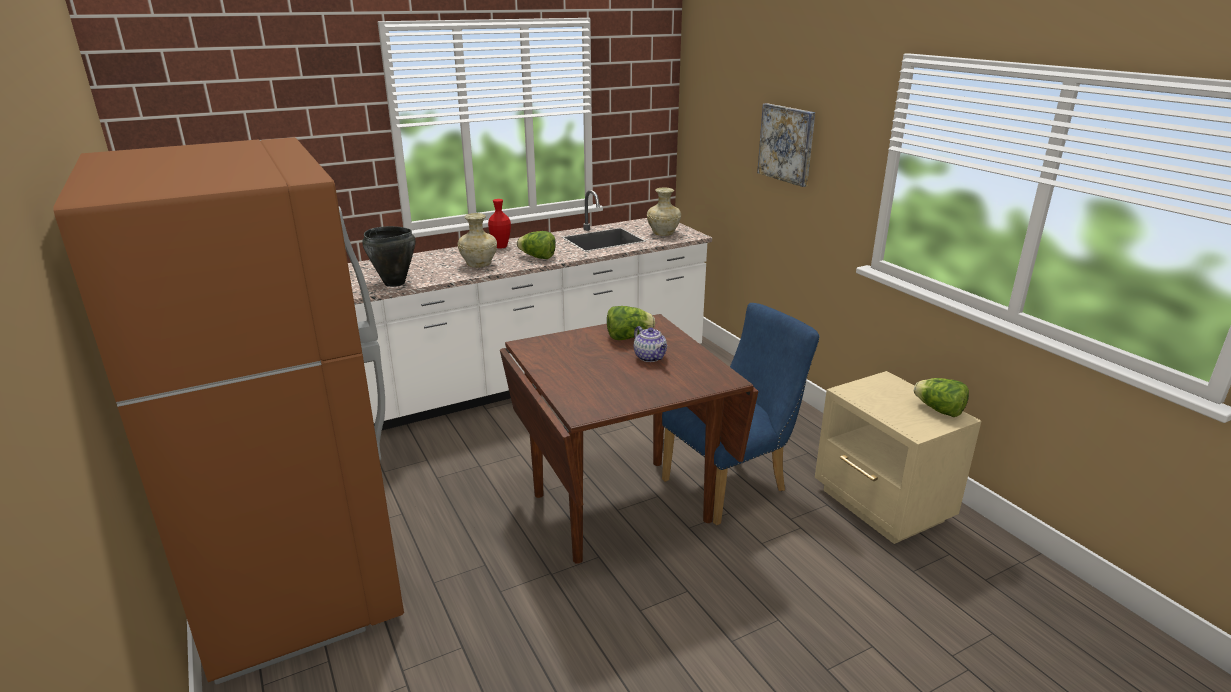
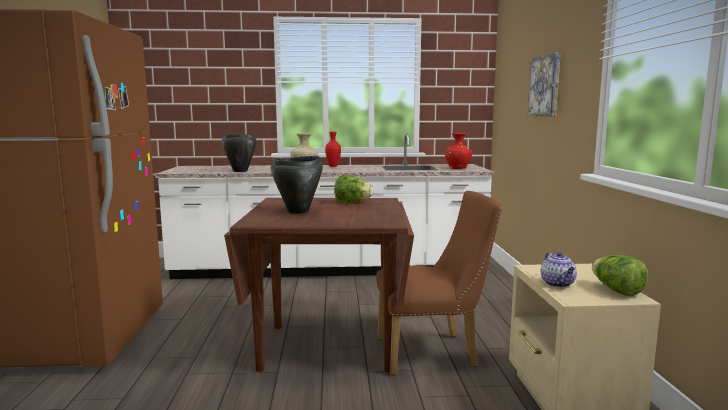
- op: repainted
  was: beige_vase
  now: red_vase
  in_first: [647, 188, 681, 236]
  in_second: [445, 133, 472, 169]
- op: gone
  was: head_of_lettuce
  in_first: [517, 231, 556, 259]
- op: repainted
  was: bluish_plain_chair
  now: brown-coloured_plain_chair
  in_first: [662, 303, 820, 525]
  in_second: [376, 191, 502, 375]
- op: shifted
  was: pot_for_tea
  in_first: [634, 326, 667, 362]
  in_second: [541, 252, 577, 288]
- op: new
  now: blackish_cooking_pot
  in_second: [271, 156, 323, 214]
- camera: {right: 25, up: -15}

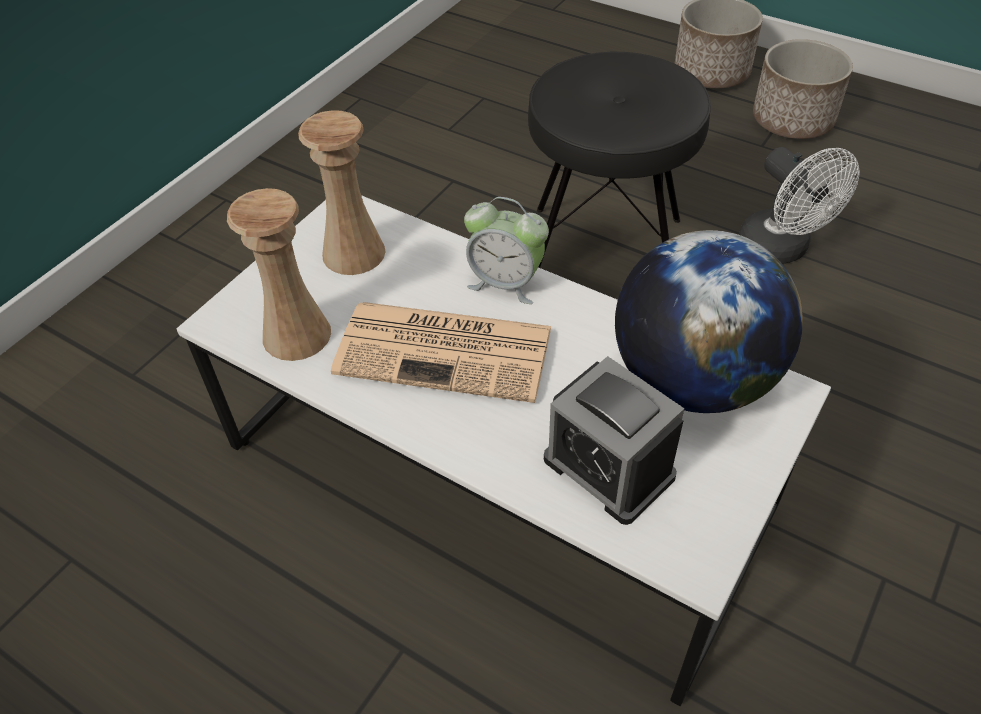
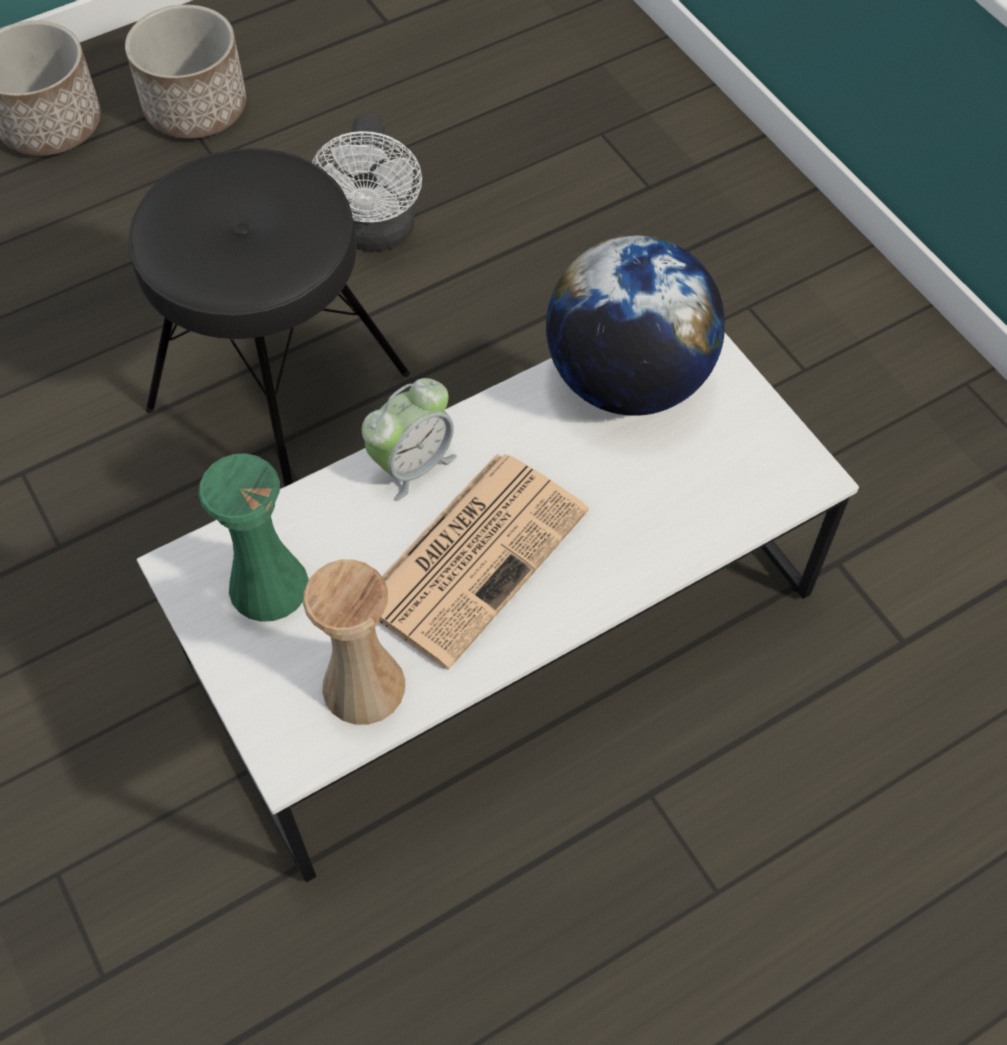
- op: repainted
  was: beige_vase
  now: green_vase
  in_first: [298, 110, 386, 275]
  in_second: [198, 453, 309, 622]
- op: rotated
  was: white-coloured_electric_fan
  in_first: [739, 147, 860, 264]
  in_second: [312, 114, 422, 251]
  clockwise: 90
- op: gone
  was: alarm_clock
  in_first: [544, 356, 684, 525]
- camera: {right: -65, up: 10}

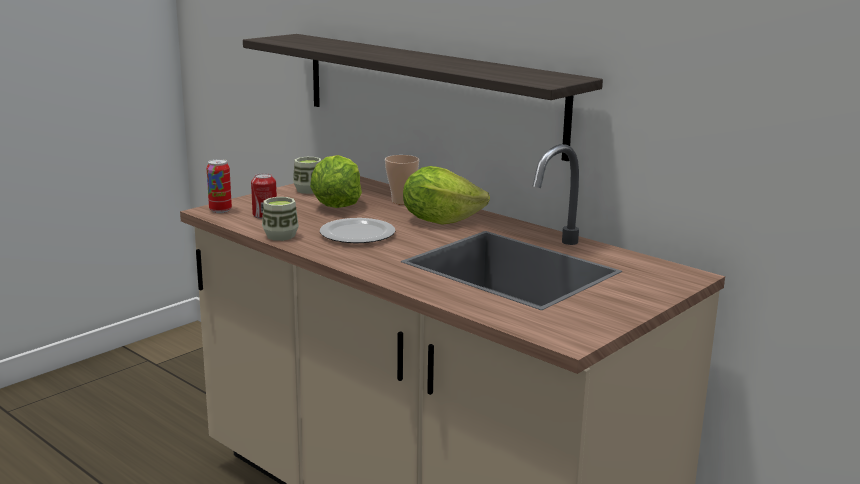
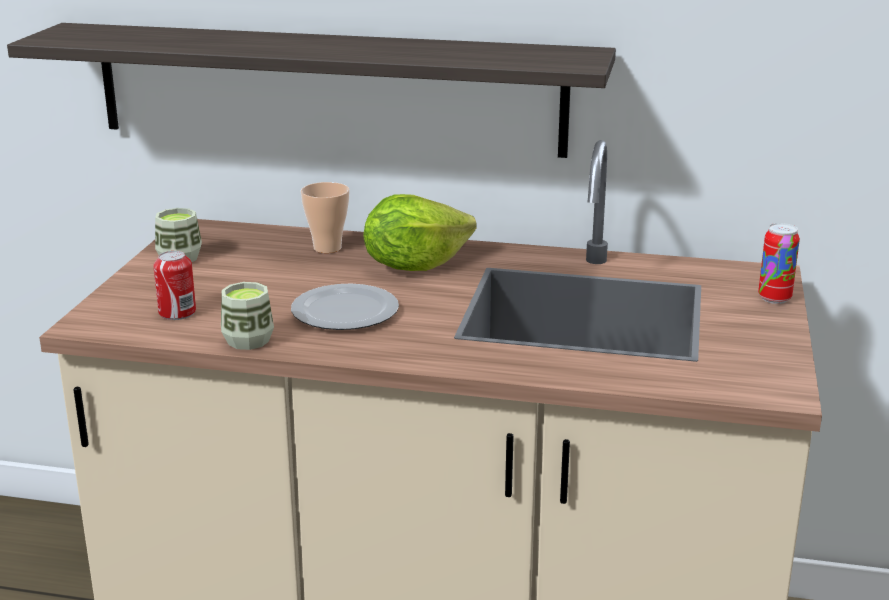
- op: gone
  was: head_of_lettuce
  in_first: [310, 155, 362, 208]
- op: shifted
  was: metal_can
  in_first: [207, 159, 232, 213]
  in_second: [758, 223, 800, 304]
- camera: {right: -30, up: 5}

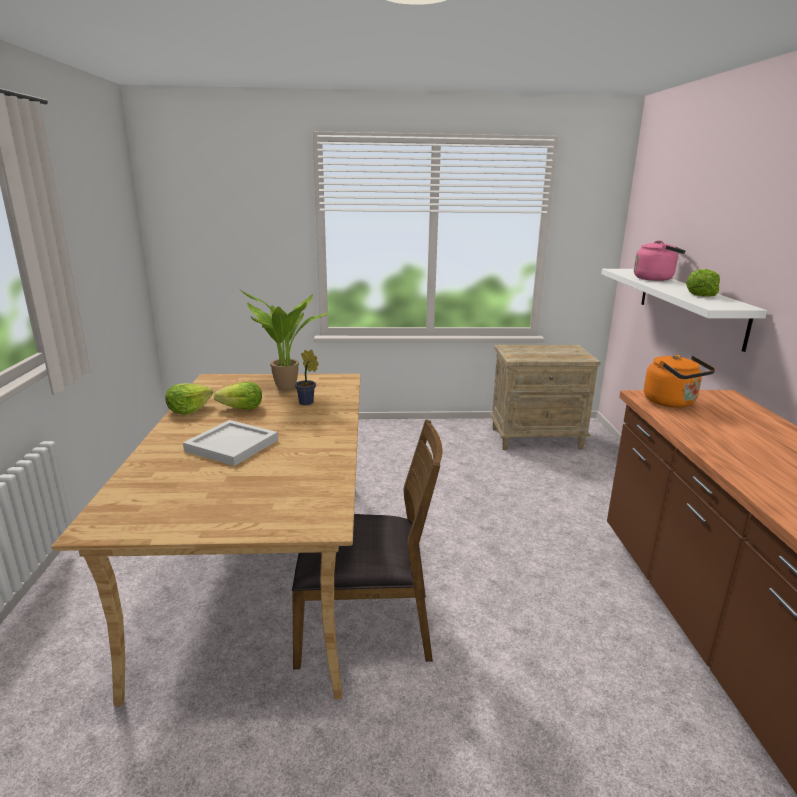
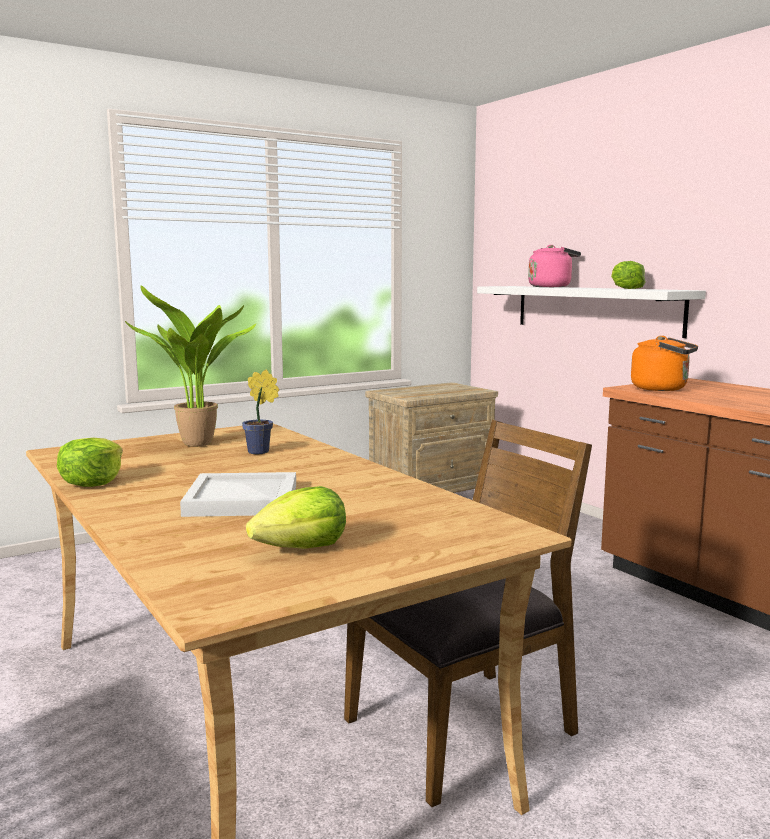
- op: shifted
  was: head_of_lettuce
  in_first: [214, 382, 262, 410]
  in_second: [246, 486, 346, 549]
- camera: {right: -30, up: -10}

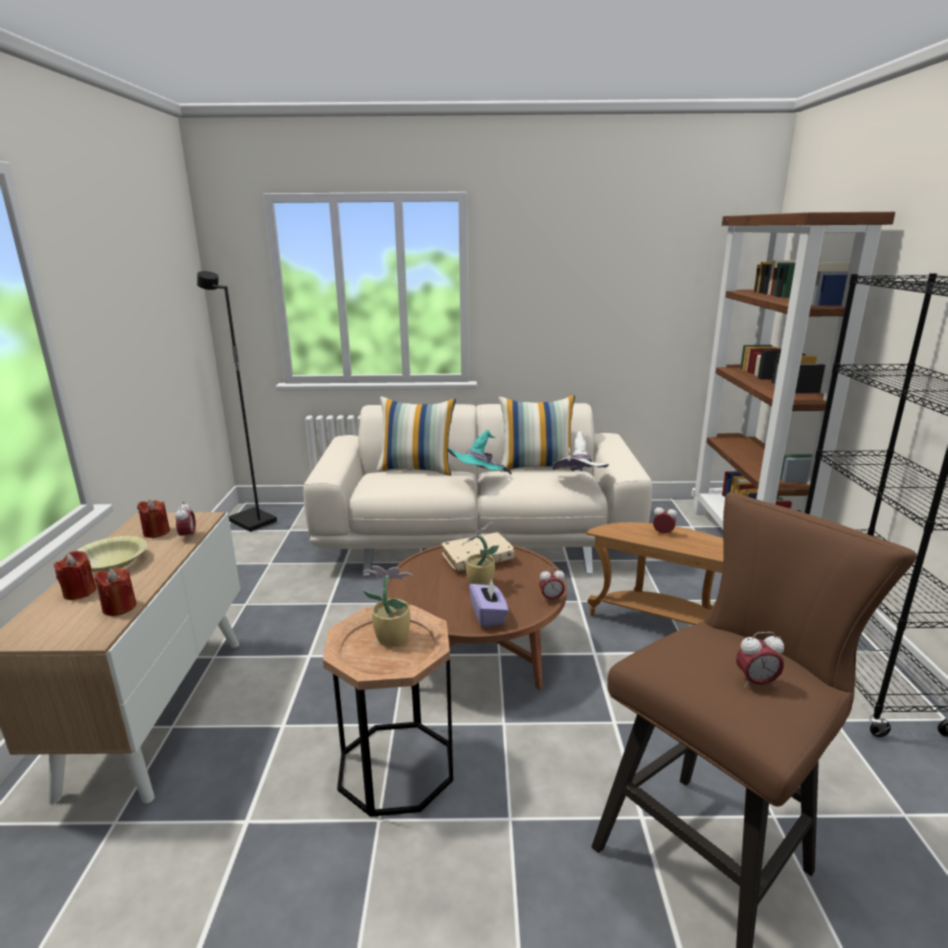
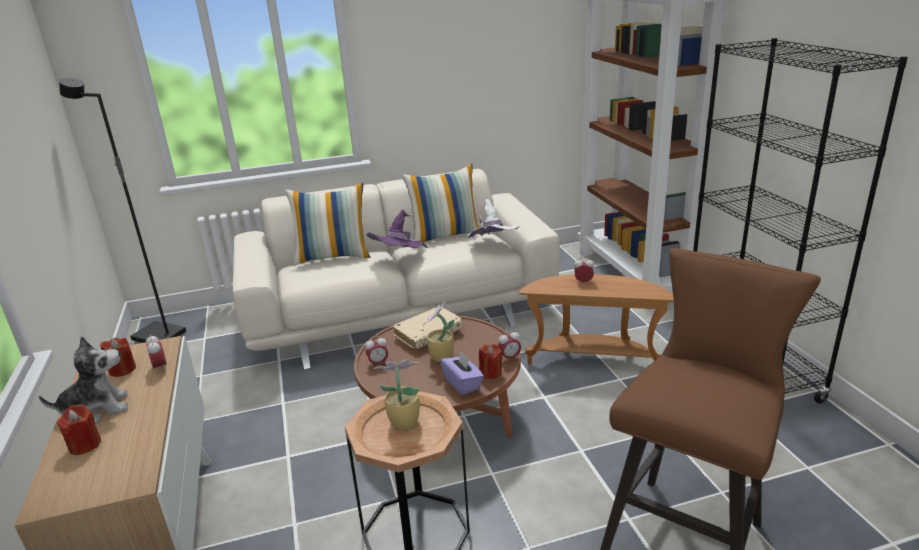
- op: repainted
  was: turquoise-coloured_wearable_hat
  now: purple_wearable_hat
  in_first: [447, 430, 512, 475]
  in_second: [366, 209, 428, 248]
- op: swapped
  was: yellowish_bowl
  now: plush_toy
  in_first: [76, 536, 147, 572]
  in_second: [39, 336, 128, 424]
- op: shifted
  was: red_wax_candle
  in_first: [94, 568, 137, 616]
  in_second: [479, 344, 503, 379]
- op: shifted
  was: alarm_clock
  in_first: [736, 632, 784, 688]
  in_second: [365, 336, 388, 367]
- camera: {right: -15, up: 5}

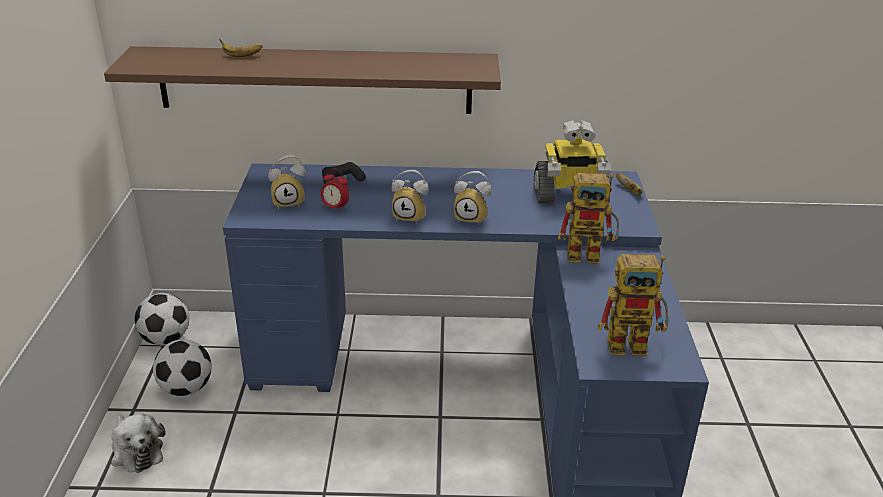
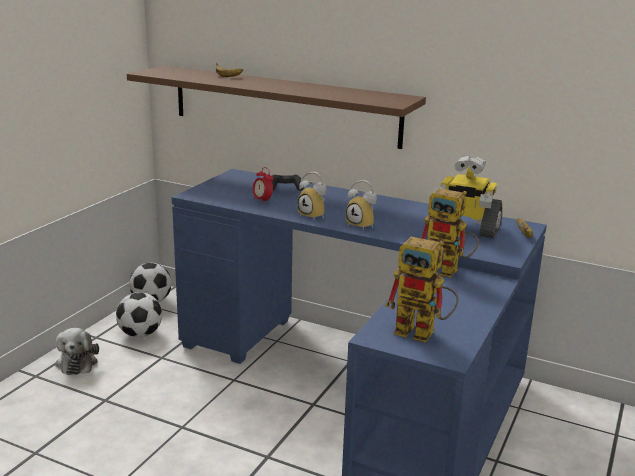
- op: gone
  was: alarm_clock
  in_first: [268, 155, 306, 209]
- camera: {right: 25, up: -10}

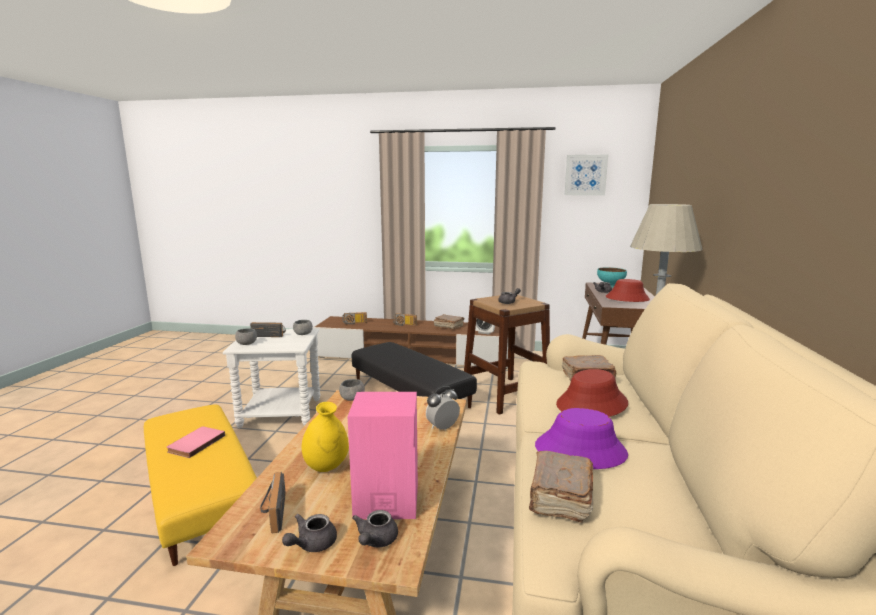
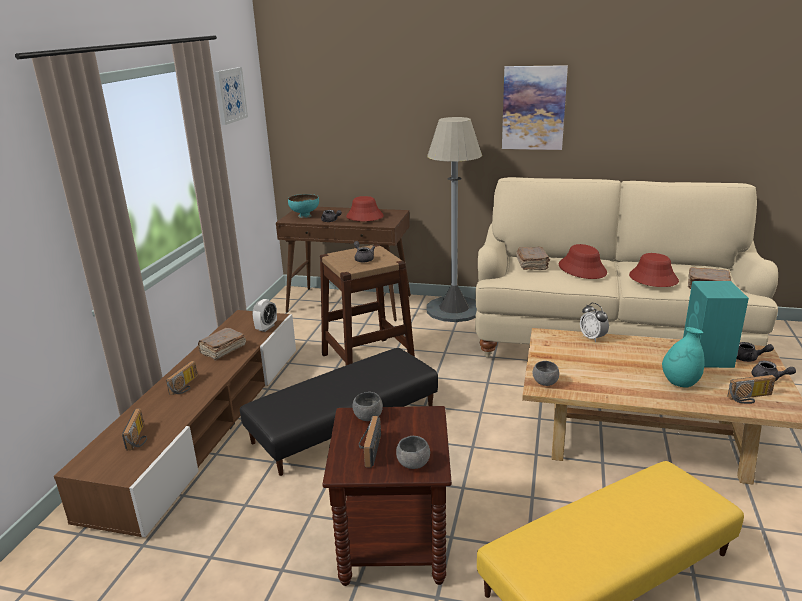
- op: repainted
  was: white-coloured_accent_table
  now: brown-coloured_accent_table
  in_first: [223, 329, 321, 428]
  in_second: [322, 406, 452, 586]
- op: repainted
  was: pinkish_speaker
  now: turquoise-coloured_speaker
  in_first: [347, 392, 418, 519]
  in_second: [683, 281, 749, 368]
- op: repainted
  was: yellowish_vase
  now: turquoise-coloured_vase
  in_first: [302, 402, 349, 472]
  in_second: [662, 327, 704, 388]
- op: repainted
  was: purple_wearable_hat
  now: red_wearable_hat
  in_first: [535, 408, 628, 469]
  in_second: [629, 253, 679, 287]
- op: gone
  was: pinkish_bound_book
  in_first: [166, 427, 225, 458]
- op: new
  now: wall_picture
  in_second: [502, 65, 568, 150]
- camera: {right: -85, up: 10}

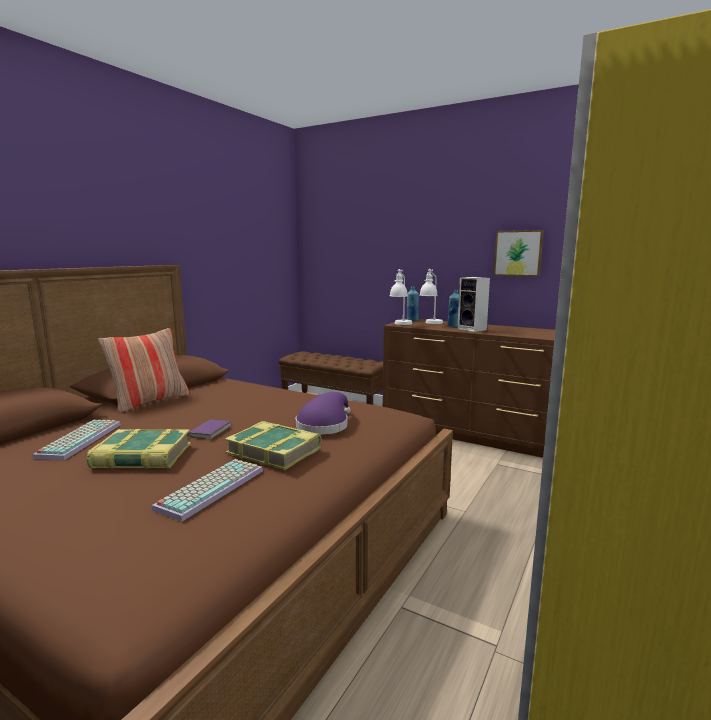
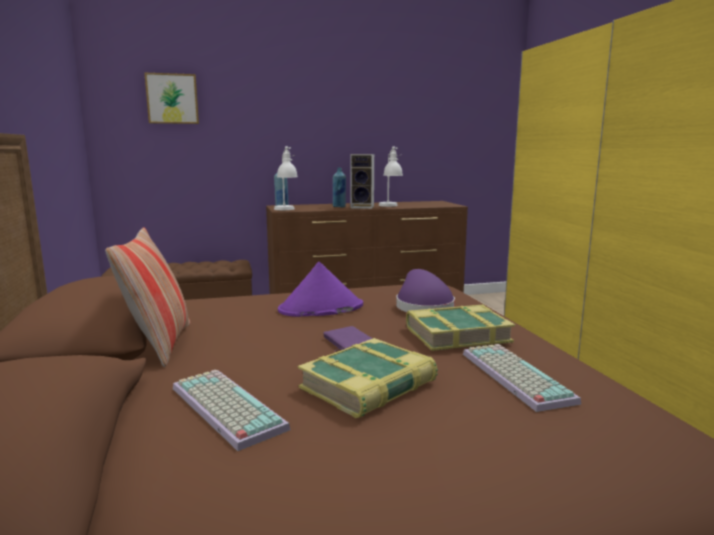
- op: shifted
  was: wall_picture
  in_first: [494, 230, 544, 277]
  in_second: [144, 73, 199, 124]
- op: shifted
  was: white-coloured_table_lamp
  in_first: [420, 269, 443, 324]
  in_second: [378, 146, 403, 207]
- op: new
  now: purple_wearable_hat
  in_second: [278, 262, 363, 317]
- camera: {right: -45, up: 0}

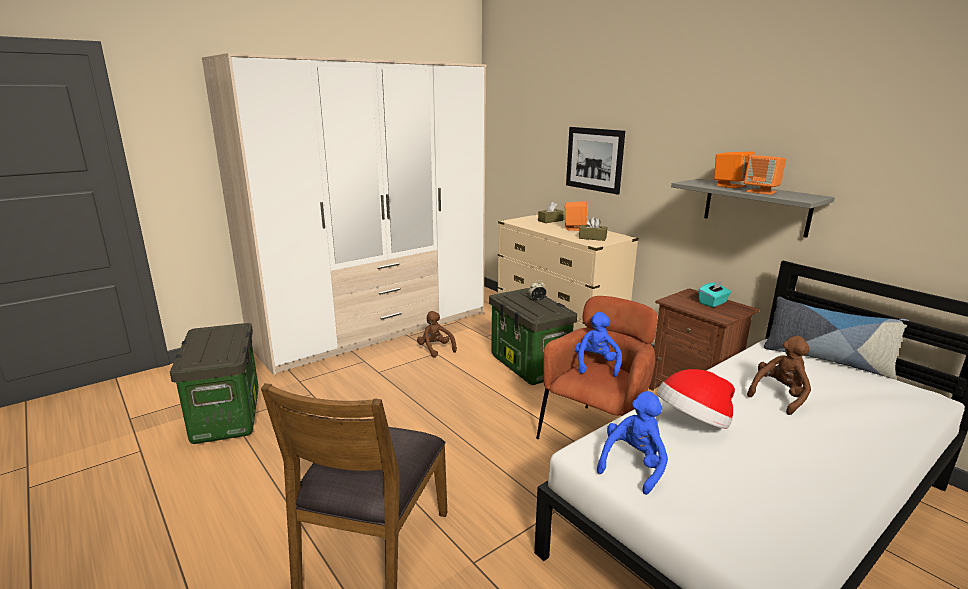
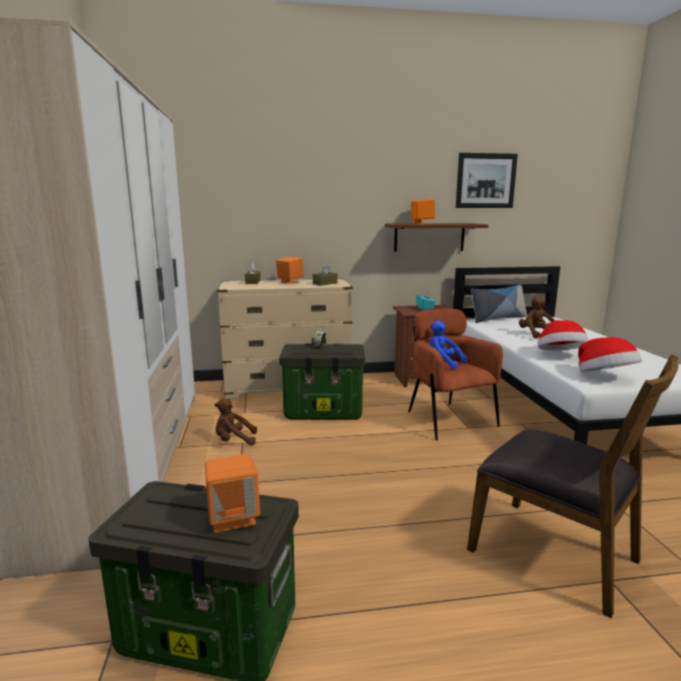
- op: shifted
  was: wall_picture
  in_first: [566, 127, 625, 195]
  in_second: [456, 153, 518, 208]
- op: shifted
  was: orange-coloured_speaker
  in_first: [744, 155, 786, 195]
  in_second: [205, 454, 260, 533]
- op: repainted
  was: gray_shelf
  now: brown-coloured_shelf
  in_first: [671, 179, 835, 238]
  in_second: [385, 223, 488, 252]
- op: swapped
  was: bluish_plush_toy
  now: wearable_hat
  in_first: [597, 391, 668, 495]
  in_second: [578, 337, 642, 372]
- camera: {right: -60, up: -5}

